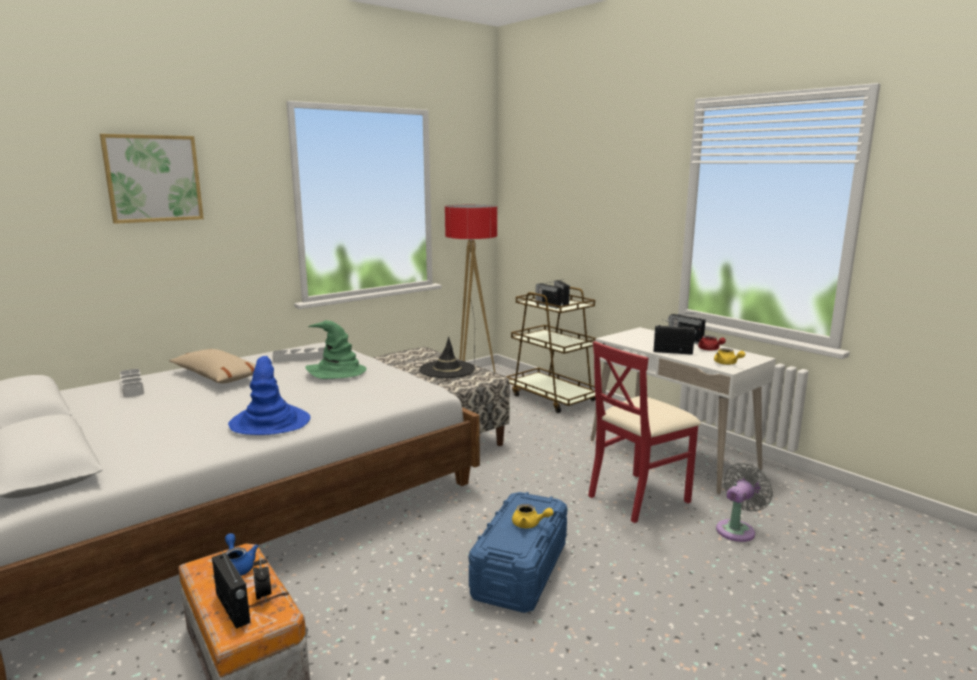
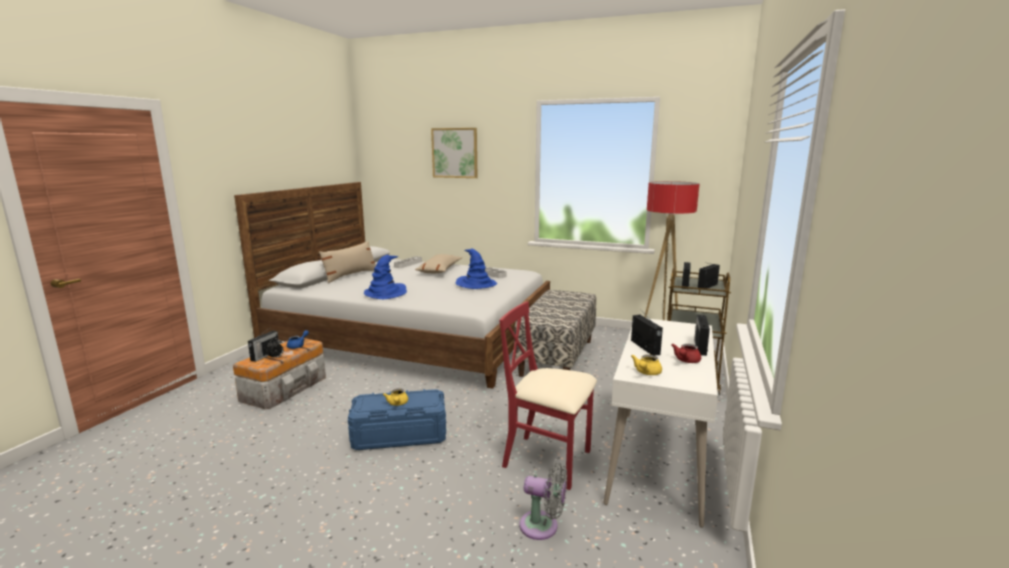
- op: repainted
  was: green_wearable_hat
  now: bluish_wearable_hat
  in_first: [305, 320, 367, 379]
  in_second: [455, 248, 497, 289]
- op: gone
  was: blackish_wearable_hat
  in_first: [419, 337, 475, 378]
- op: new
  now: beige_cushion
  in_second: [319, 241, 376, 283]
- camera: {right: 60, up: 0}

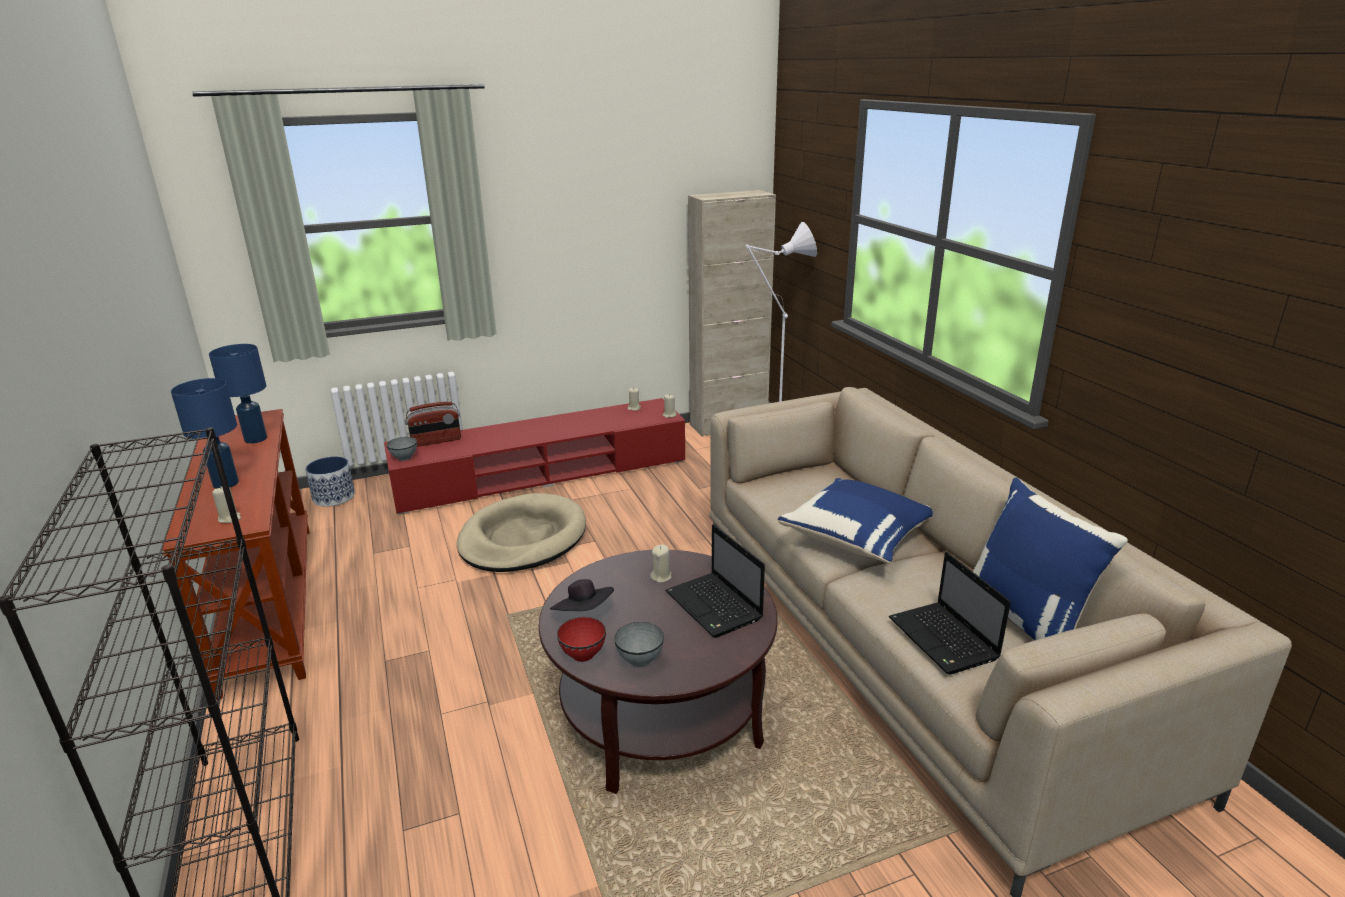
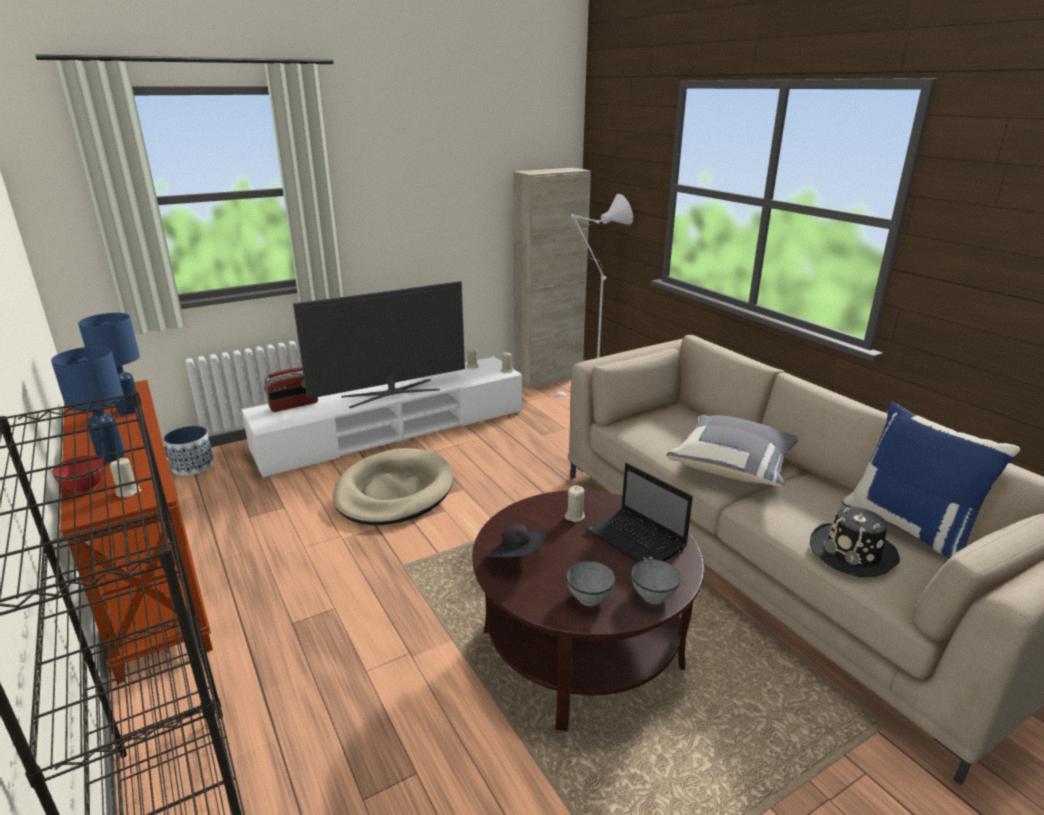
- op: repainted
  was: red_media_console
  now: white-coloured_media_console
  in_first: [384, 398, 685, 515]
  in_second: [241, 357, 522, 478]
- op: shifted
  was: gray_bowl
  in_first: [387, 437, 417, 461]
  in_second: [631, 559, 680, 604]
- op: repainted
  was: bluish_cushion
  now: gray_cushion
  in_first: [778, 478, 933, 563]
  in_second: [666, 415, 797, 487]
- op: swapped
  was: notebook_computer
  now: blackish_wearable_hat
  in_first: [889, 552, 1011, 675]
  in_second: [810, 507, 900, 577]
- op: shifted
  was: red_bowl
  in_first: [557, 617, 606, 662]
  in_second: [52, 455, 104, 494]
- op: new
  now: television
  in_second: [293, 281, 465, 408]
- camera: {right: -10, up: 0}

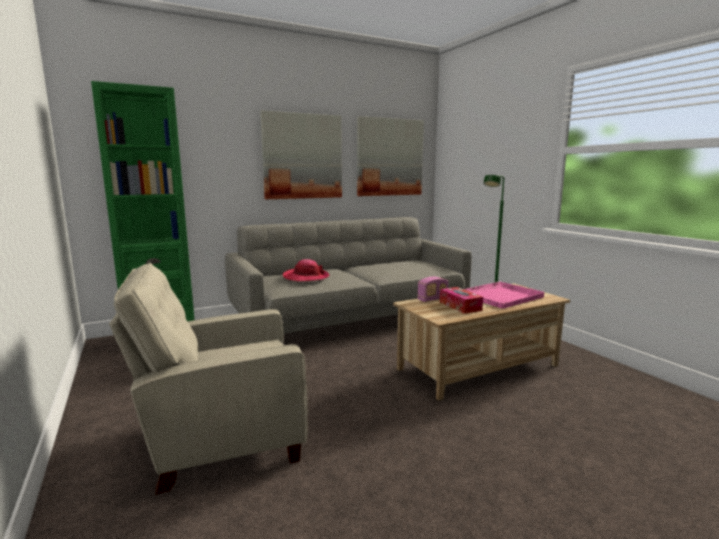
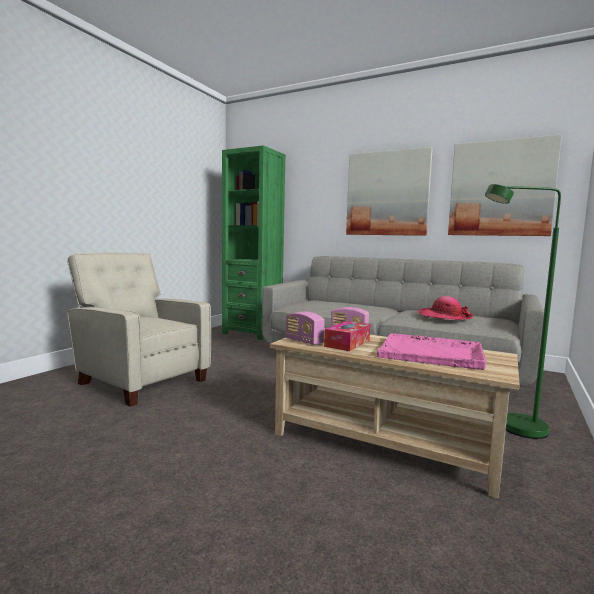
- op: shifted
  was: wearable_hat
  in_first: [283, 259, 330, 281]
  in_second: [418, 296, 473, 320]
- op: new
  now: radio_set
  in_second: [286, 312, 325, 345]
- camera: {right: 55, up: -5}

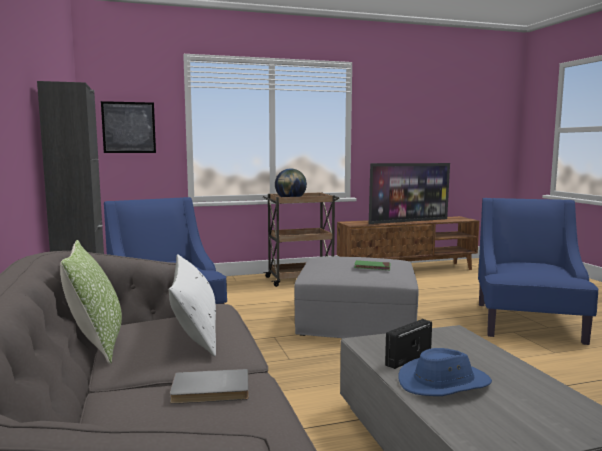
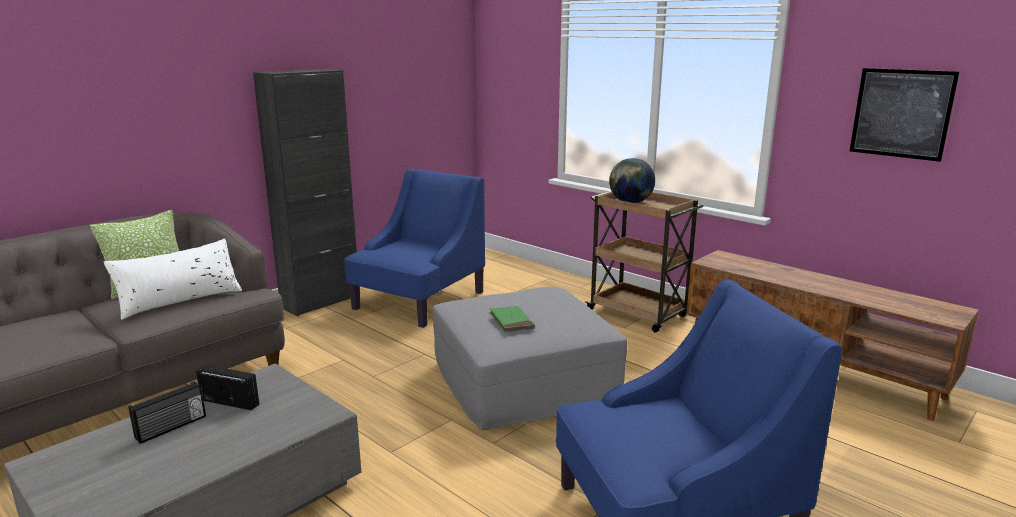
- op: shifted
  was: wall_picture
  in_first: [101, 101, 156, 153]
  in_second: [850, 68, 960, 162]
- op: gone
  was: television
  in_first: [369, 163, 450, 224]
- op: swapped
  was: bluish_wearable_hat
  now: radio_set
  in_first: [398, 348, 492, 396]
  in_second: [128, 381, 206, 444]
- op: gone
  was: gray_bound_book
  in_first: [170, 369, 249, 404]
- camera: {right: 60, up: 10}

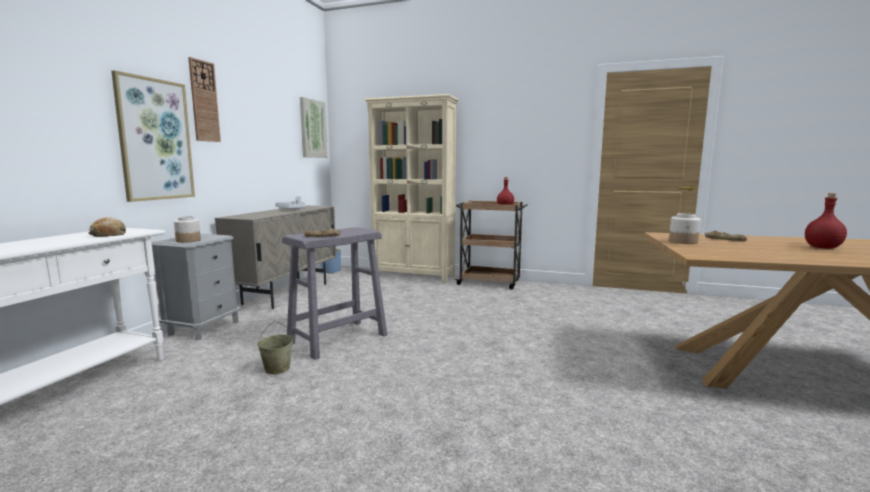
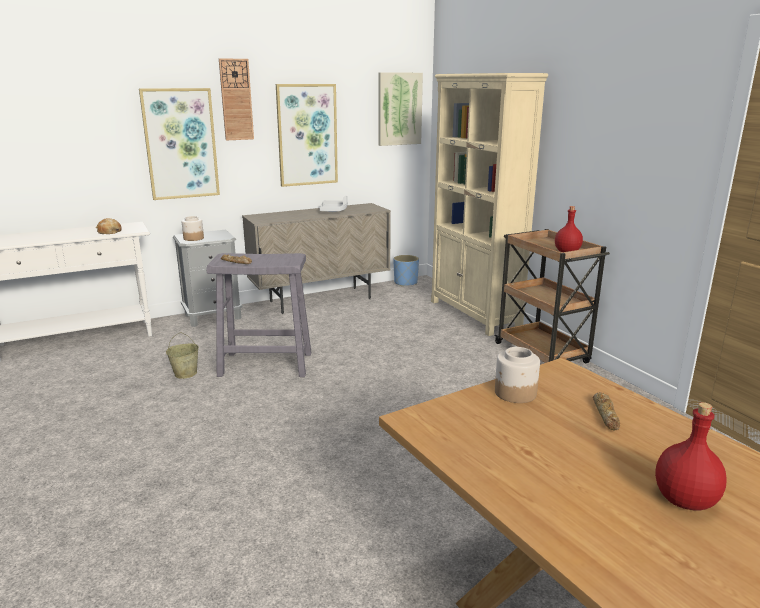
- op: new
  now: wall_picture
  in_second: [276, 84, 338, 187]
- camera: {right: 45, up: 10}

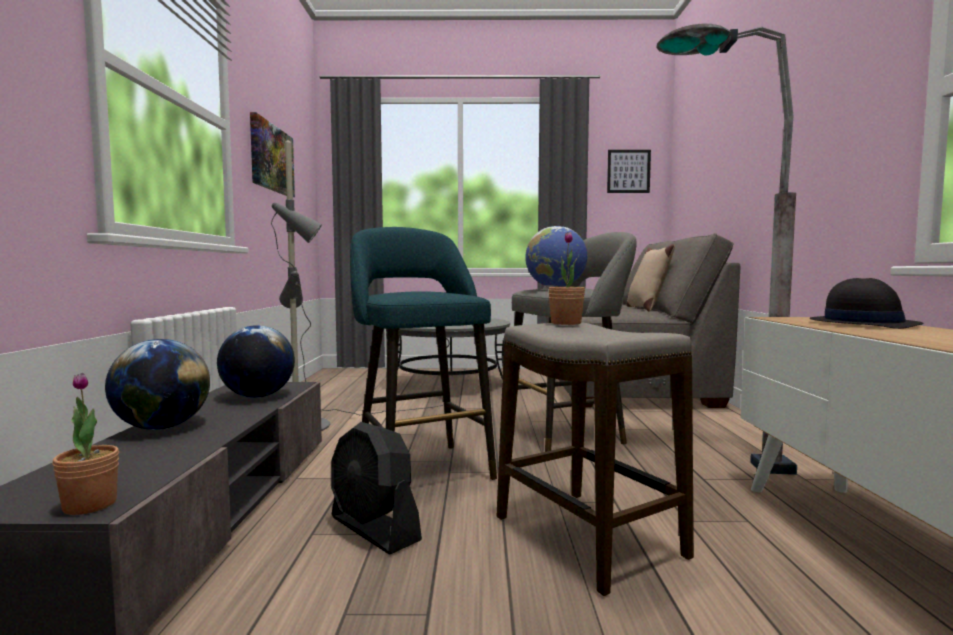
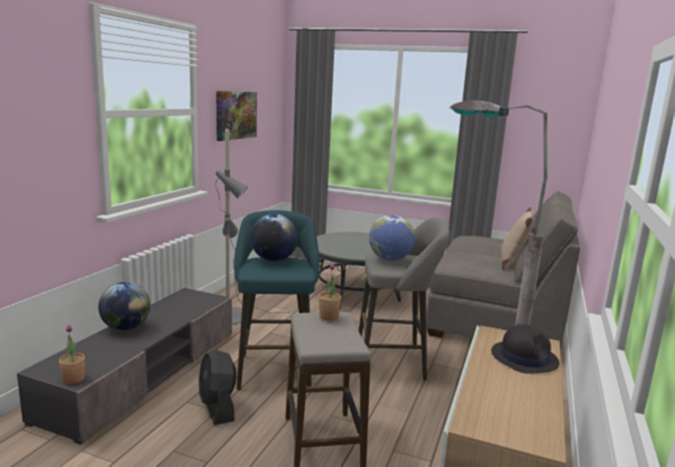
- op: gone
  was: wall_picture
  in_first: [607, 150, 651, 193]
- op: shifted
  was: world_globe
  in_first: [217, 325, 295, 398]
  in_second: [250, 214, 298, 261]
- camera: {right: 20, up: 10}

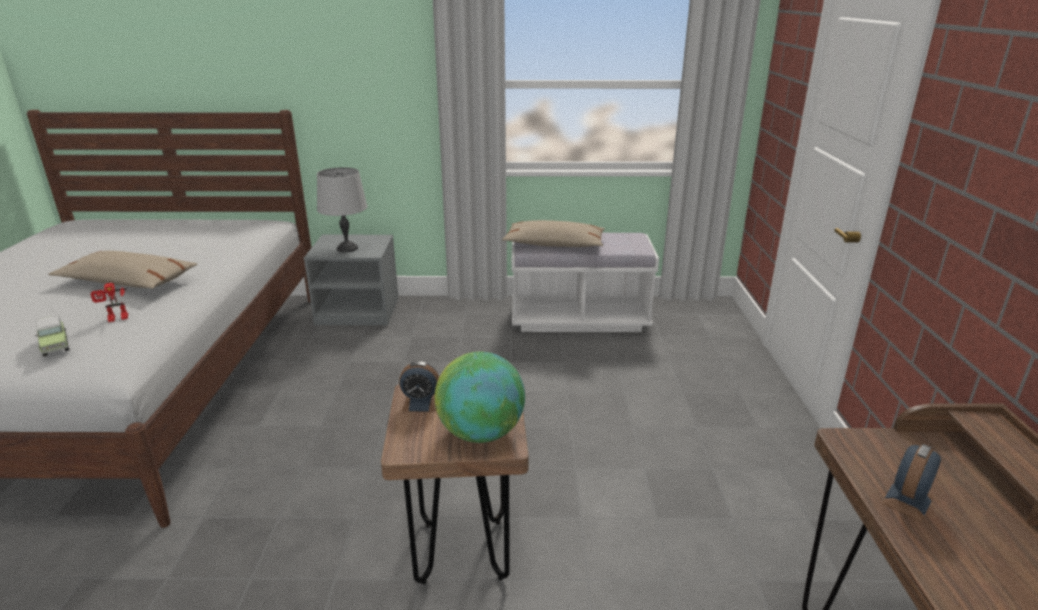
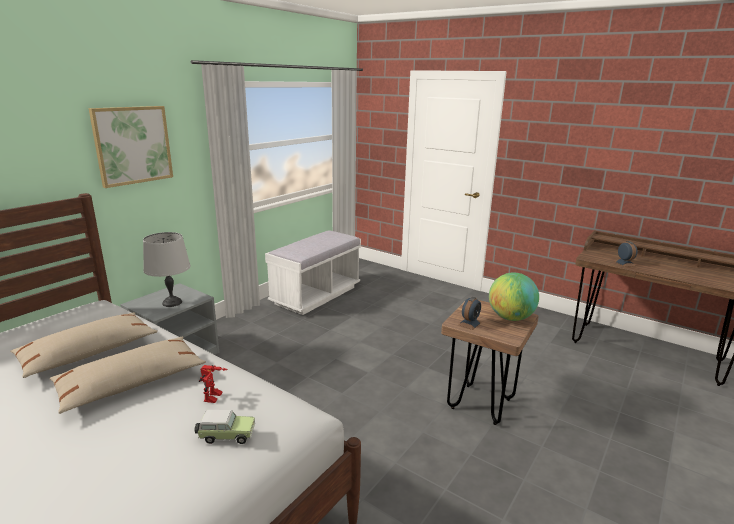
- op: shifted
  was: beige_cushion
  in_first: [502, 220, 605, 247]
  in_second: [10, 312, 158, 378]
- op: new
  now: wall_picture
  in_second: [89, 106, 173, 188]
- camera: {right: -55, up: -5}

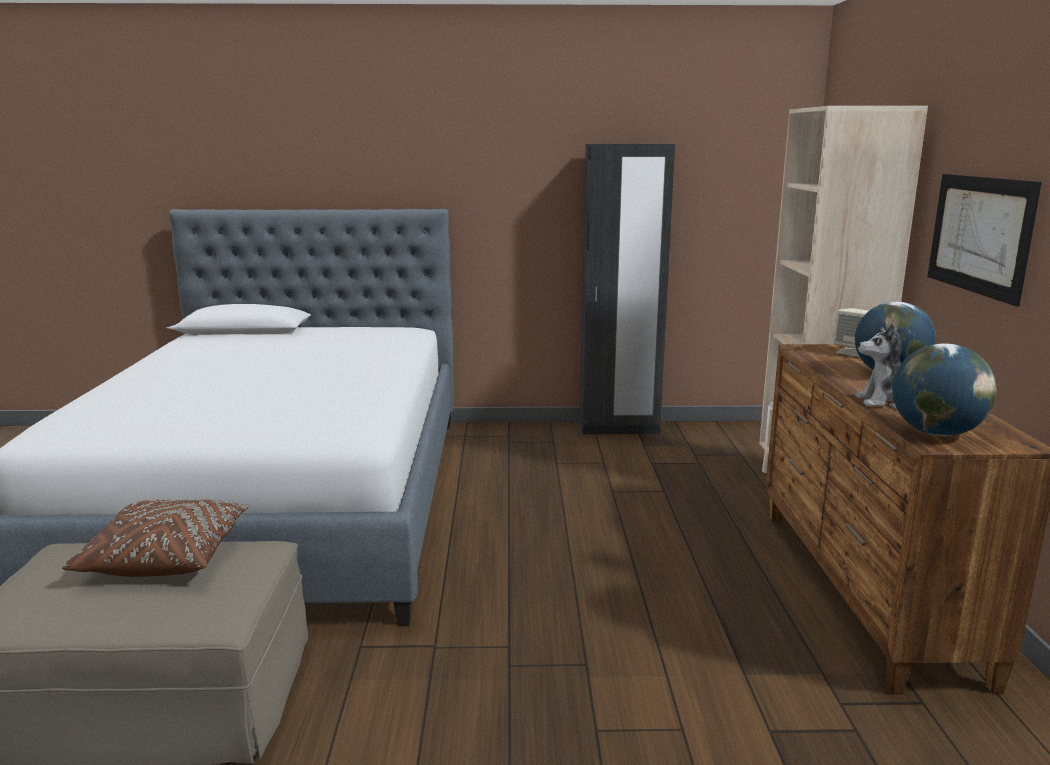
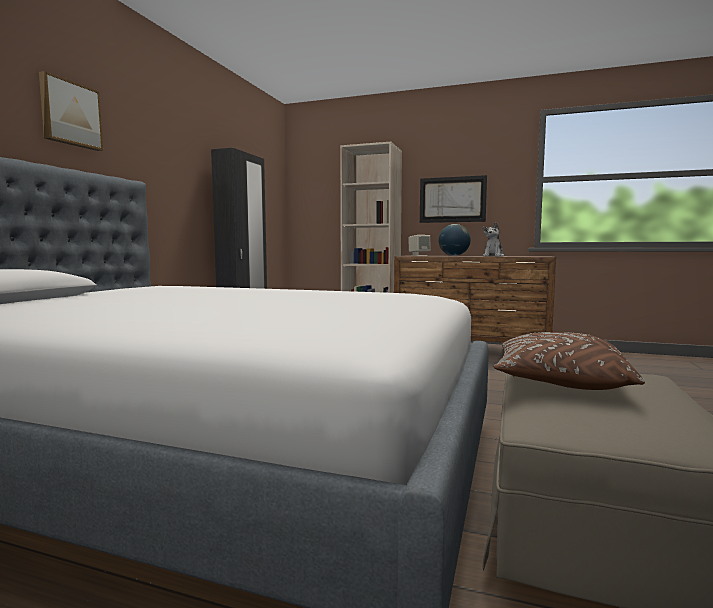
- op: gone
  was: world_globe
  in_first: [892, 343, 997, 436]
- op: new
  now: wall_picture
  in_second: [39, 71, 103, 151]
- camera: {right: -70, up: -10}

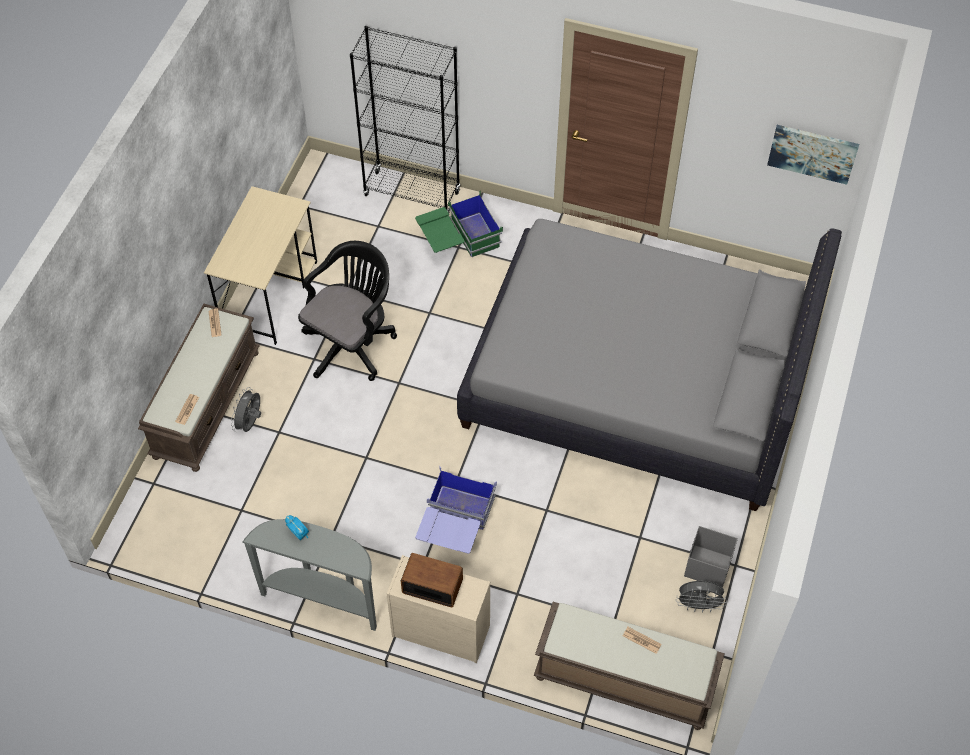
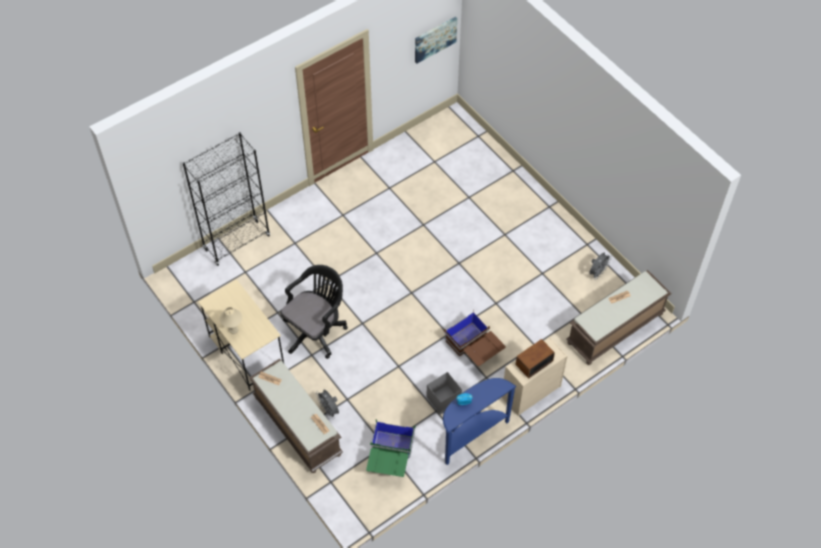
- op: shifted
  was: green_storage_container
  in_first: [415, 190, 503, 257]
  in_second: [366, 419, 416, 477]
- op: gone
  was: gray_bedroom_bed
  in_first: [457, 219, 842, 511]
- op: rotated
  was: blackish_desk_chair
  in_first: [298, 241, 397, 381]
  in_second: [280, 265, 347, 359]
  clockwise: 60
- op: repainted
  was: bluish_storage_container
  now: brown-coloured_storage_container
  in_first: [415, 466, 497, 554]
  in_second: [444, 309, 506, 366]
- op: repainted
  was: gray_hall_table
  now: bluish_hall_table
  in_first: [242, 519, 377, 631]
  in_second: [443, 378, 516, 465]
- op: shifted
  was: gray_storage_container
  in_first: [684, 526, 738, 588]
  in_second: [427, 372, 462, 415]
- op: new
  now: beige_table_lamp
  in_second: [220, 307, 242, 334]
- camera: {right: -55, up: 0}

